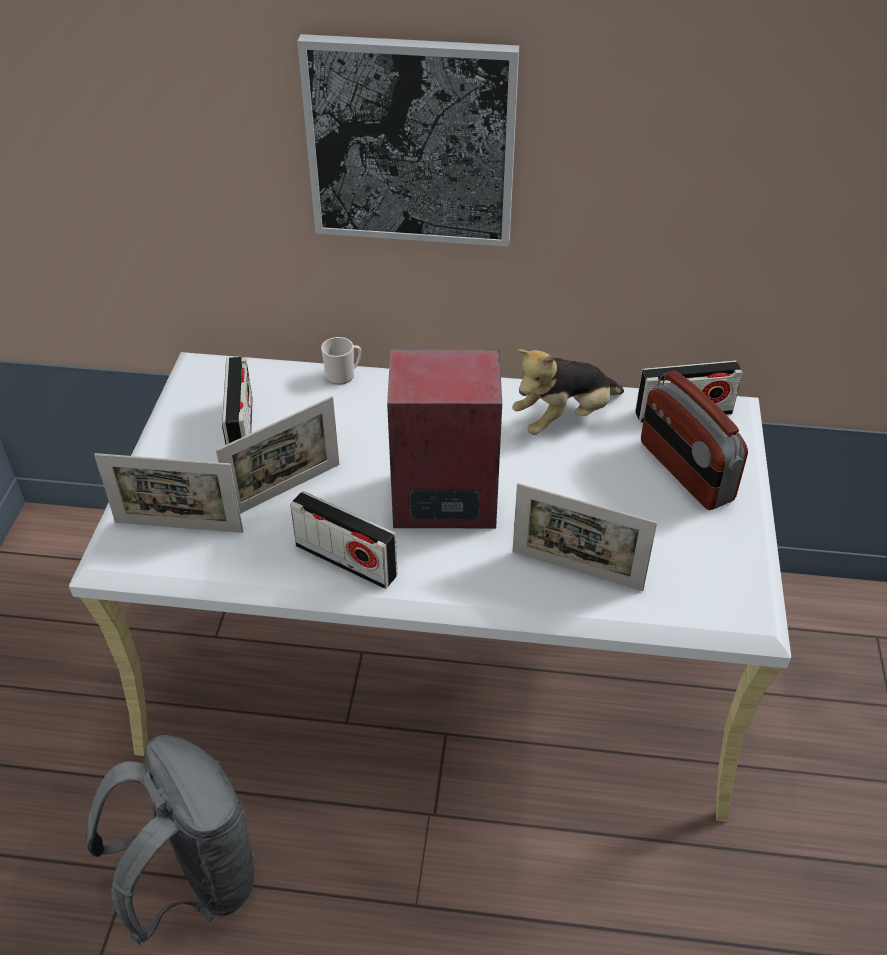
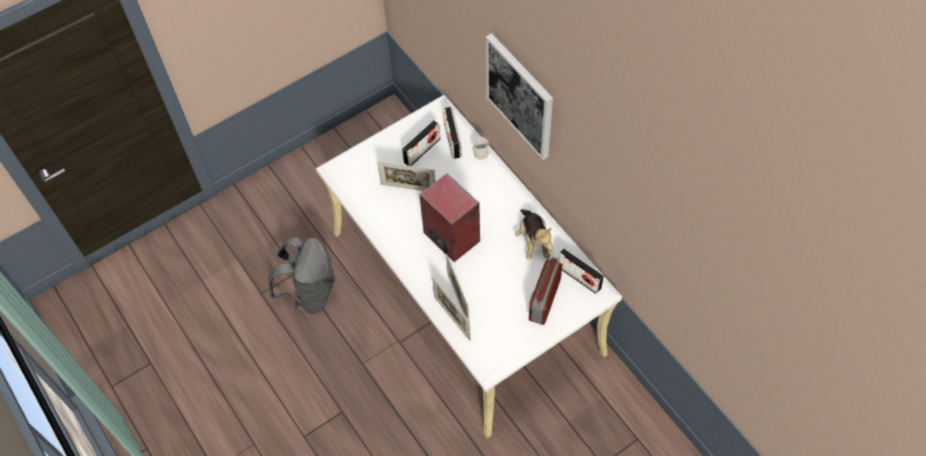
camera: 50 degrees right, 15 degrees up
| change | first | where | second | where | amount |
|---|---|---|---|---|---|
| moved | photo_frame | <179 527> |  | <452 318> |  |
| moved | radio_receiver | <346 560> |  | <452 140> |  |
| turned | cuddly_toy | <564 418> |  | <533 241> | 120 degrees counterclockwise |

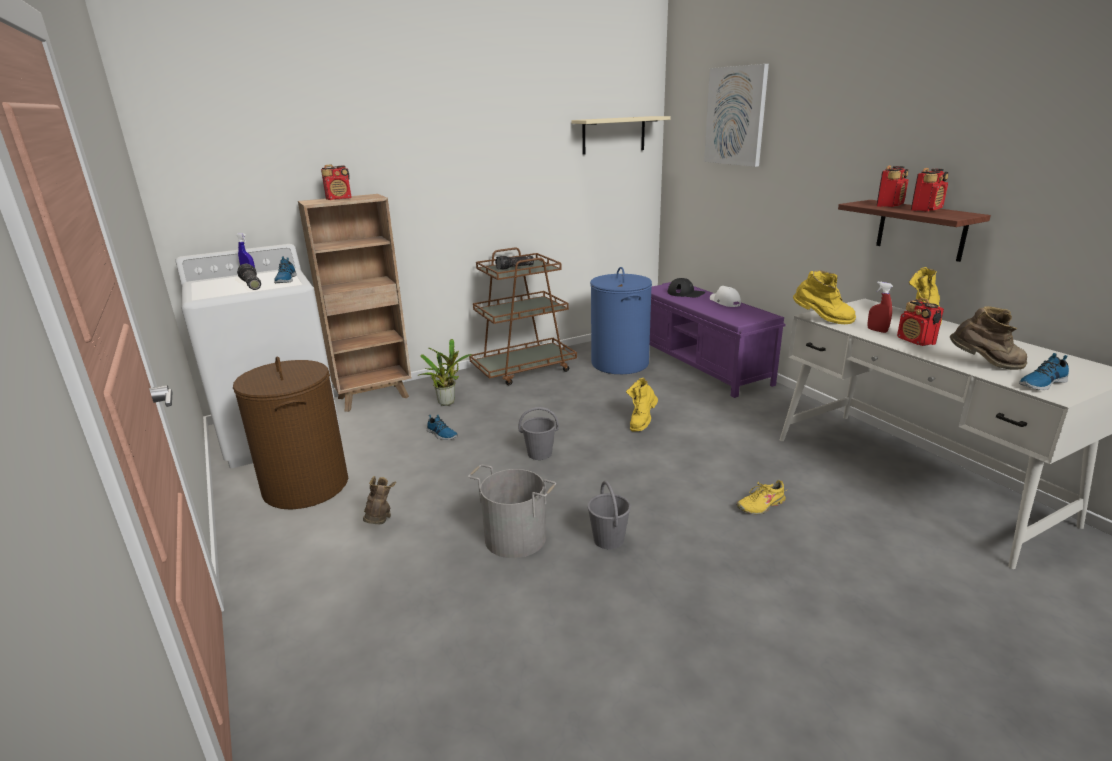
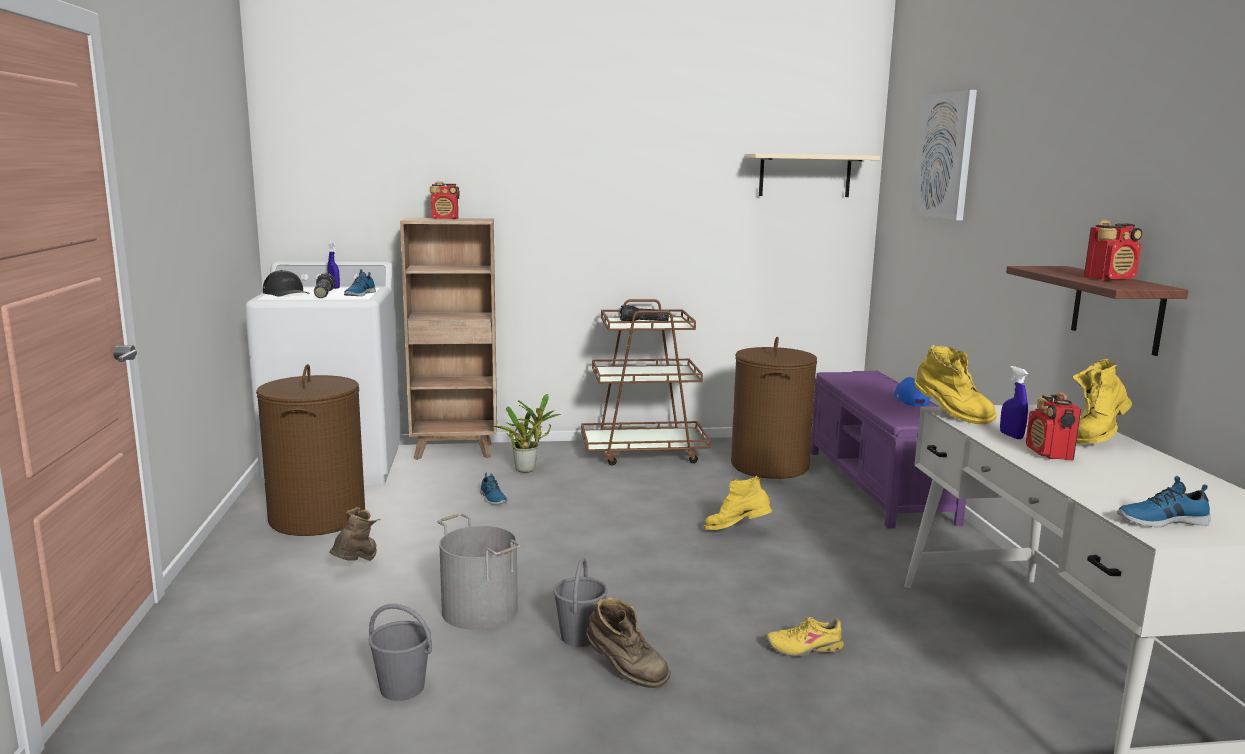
camera: 20 degrees right, 10 degrees down
| change | first | where | second | where | amount |
|---|---|---|---|---|---|
| moved | greyish_bucket | <540 454> |  | <403 688> |  |
| recoloured | blue_hamper | <619 363> | brown_hamper | <769 465> |  |
| turned | yellow_tall_boot | <642 422> |  | <736 531> | 45 degrees clockwise |
| moved | black_cap | <686 293> |  | <286 293> |  |
| recoloured | white-coloured_cap | <724 302> | blue_cap | <910 400> |  |
| recoloured | red-coloured_sprayer | <877 330> | blue_sprayer | <1011 436> |  |
| removed | radio_receiver | <890 205> |  |  |  |
| moved | brown_tall_boot | <985 365> |  | <625 673> |  |

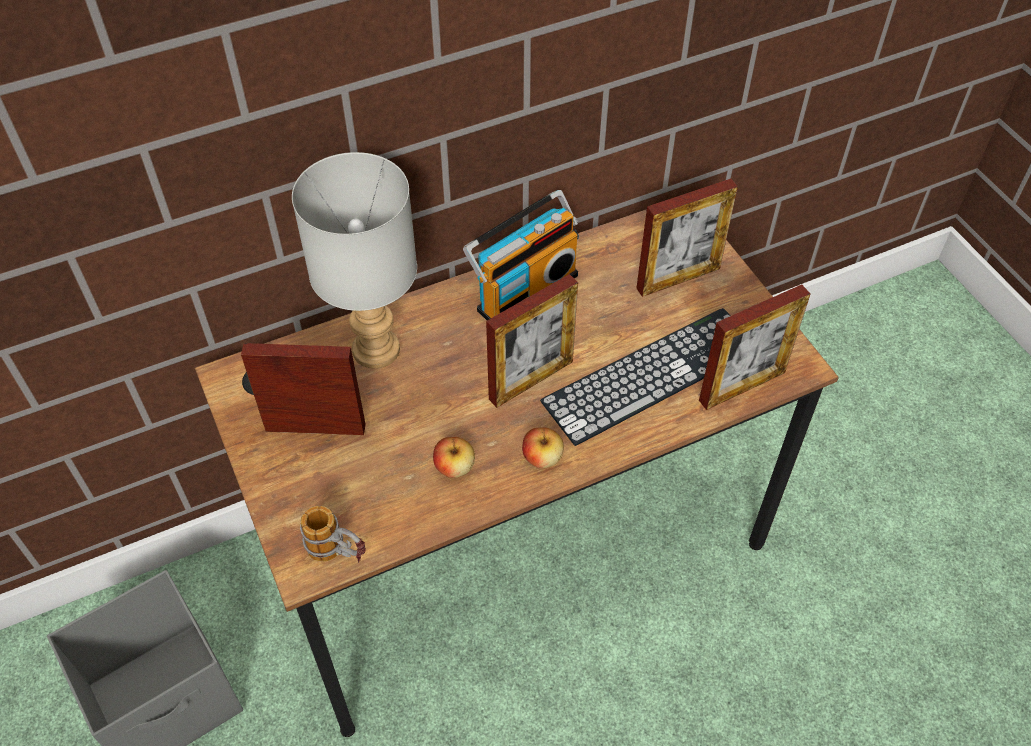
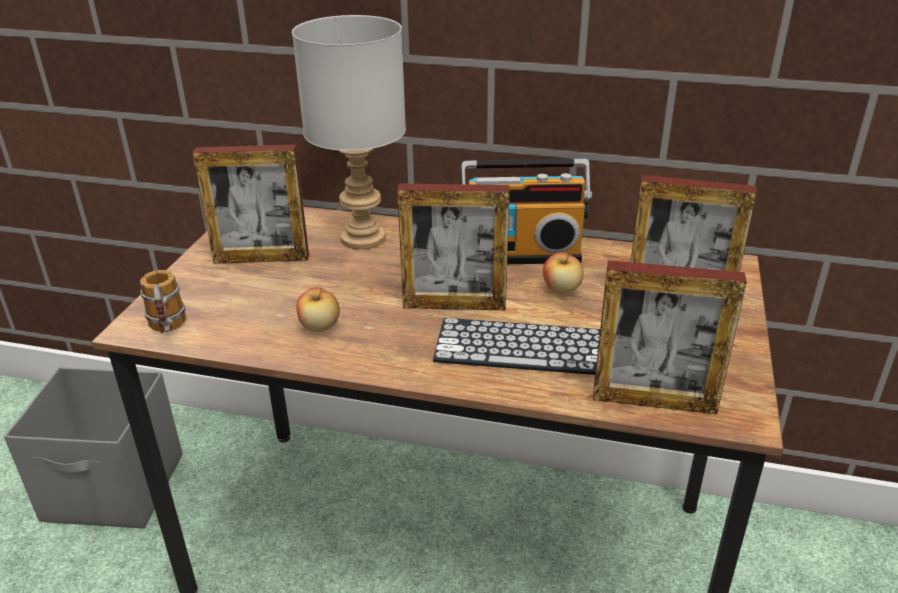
camera: 40 degrees right, 20 degrees down
| change | first | where | second | where | amount |
|---|---|---|---|---|---|
| turned | photo_frame | <315 427> |  | <261 258> | 135 degrees clockwise |
| moved | apple_fruit | <542 458> |  | <561 289> |  |

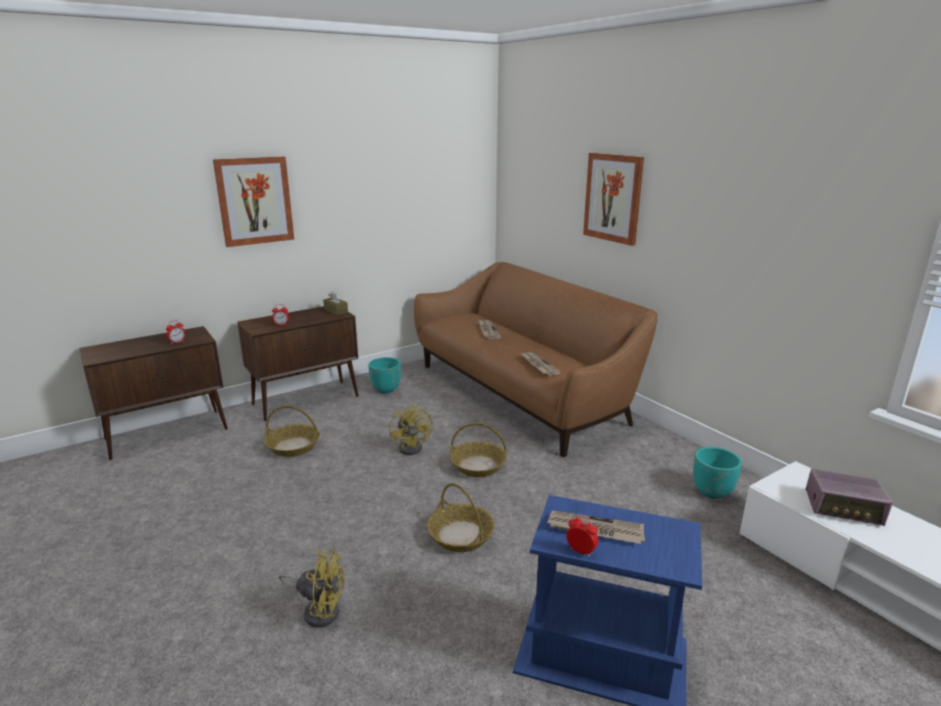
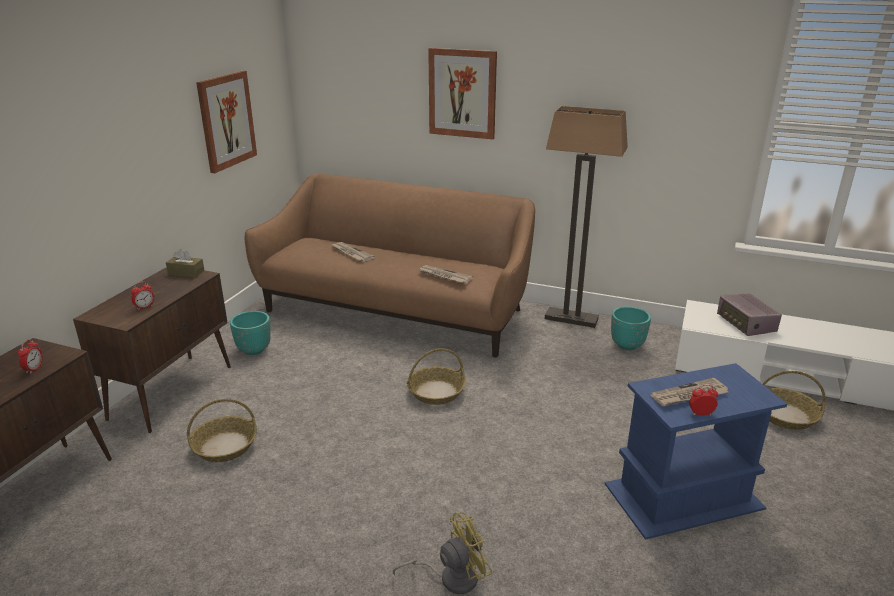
camera: 35 degrees left, 5 degrees up
| change | first | where | second | where | amount |
|---|---|---|---|---|---|
| moved | wall_picture | <254 201> |  | <226 121> |  |
| removed | yellow_electric_fan | <413 447> |  |  |  |
| moved | basket | <460 535> |  | <785 415> |  |
| turned | radio_receiver | <843 509> |  | <746 324> | 90 degrees clockwise |
| added |  |  | standard_lamp | <571 319> |  |

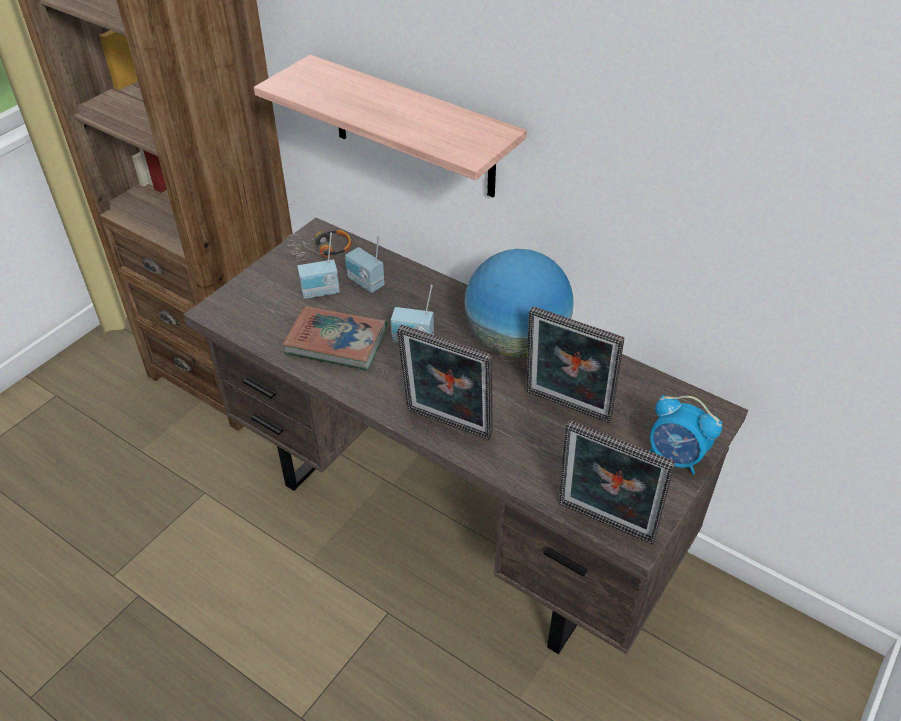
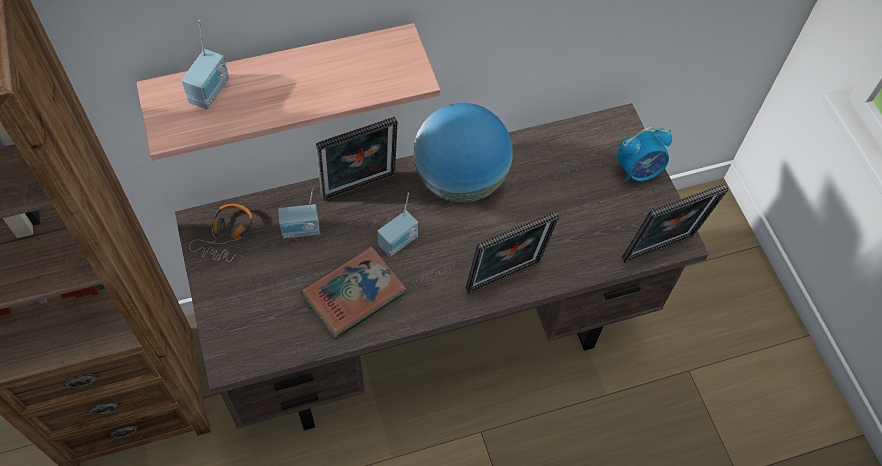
camera: 55 degrees left, 15 degrees up
| change | first | where | second | where | amount |
|---|---|---|---|---|---|
| moved | radio_receiver | <320 292> |  | <211 92> |  |
| moved | photo_frame | <566 408> |  | <360 189> |  |

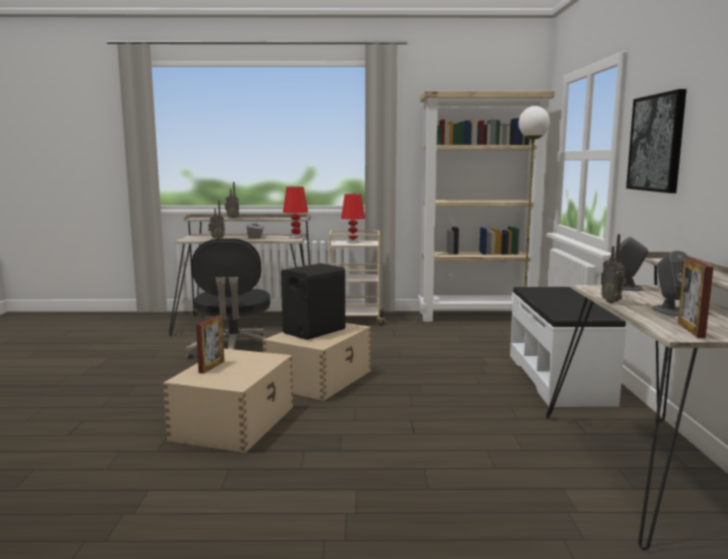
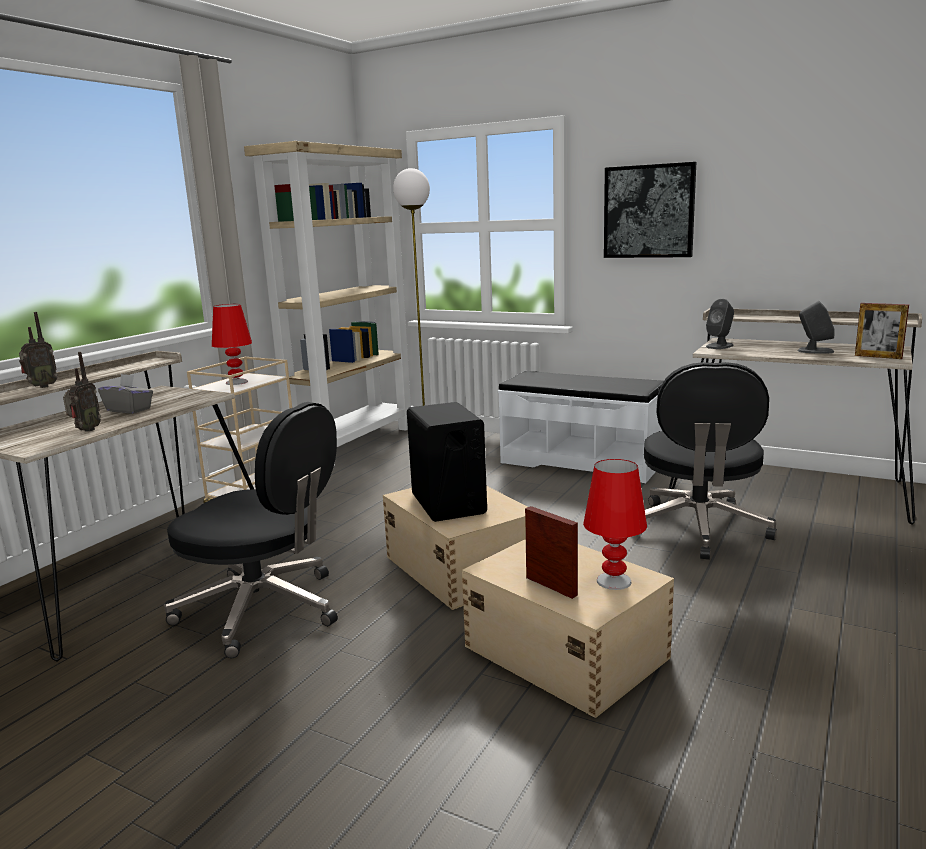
camera: 60 degrees left, 5 degrees up
| change | first | where | second | where | amount |
|---|---|---|---|---|---|
| moved | red-coloured_lamp_for_a_table | <295 237> |  | <613 581> |  |
| removed | radio_receiver | <612 302> |  |  |  |
| added |  |  | black_office_chair | <698 529> |  |

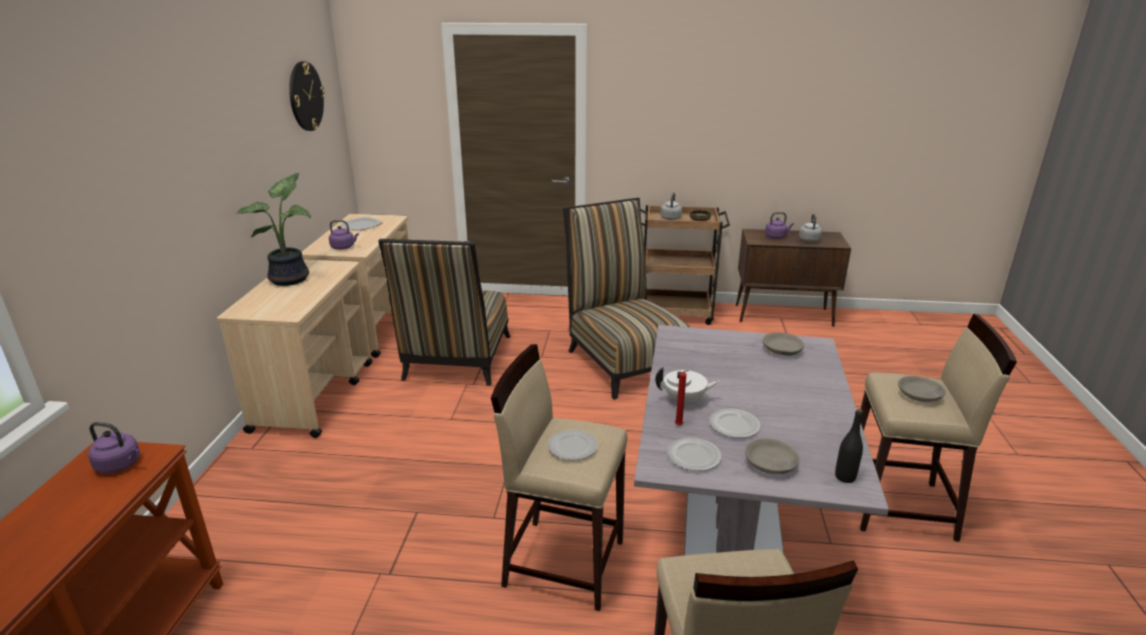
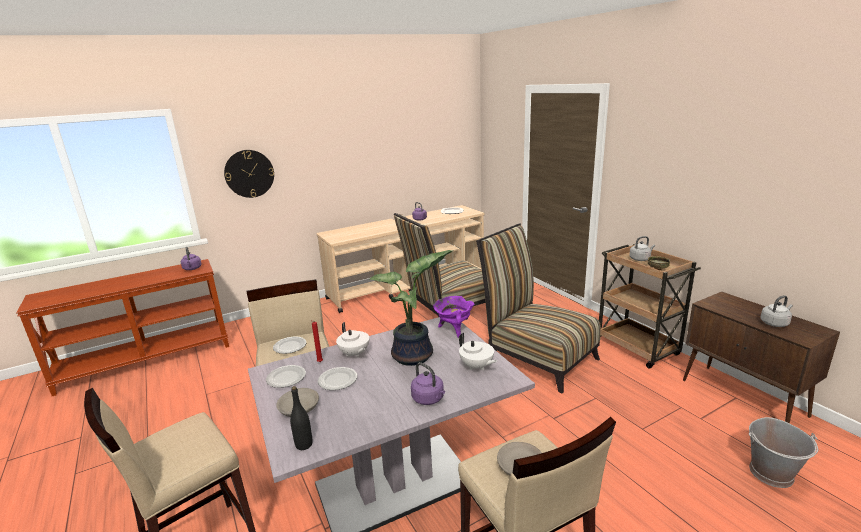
camera: 55 degrees right, 5 degrees down
| change | first | where | second | where | amount |
|---|---|---|---|---|---|
| moved | houseplant | <292 279> |  | <415 356> |  |
| moved | hanging_clock | <305 96> |  | <249 173> |  |
| turned | plain_chair | <624 360> |  | <536 357> | 75 degrees counterclockwise |
| replaced | greyish_bowl | <782 350> | white-coloured_tea_pot | <476 366> |  |
| moved | purplish_tea_kettle | <776 237> |  | <429 399> |  |
| added |  |  | purplish_stockpot | <454 329> |  |
| added |  |  | greyish_bucket | <772 473> |  |

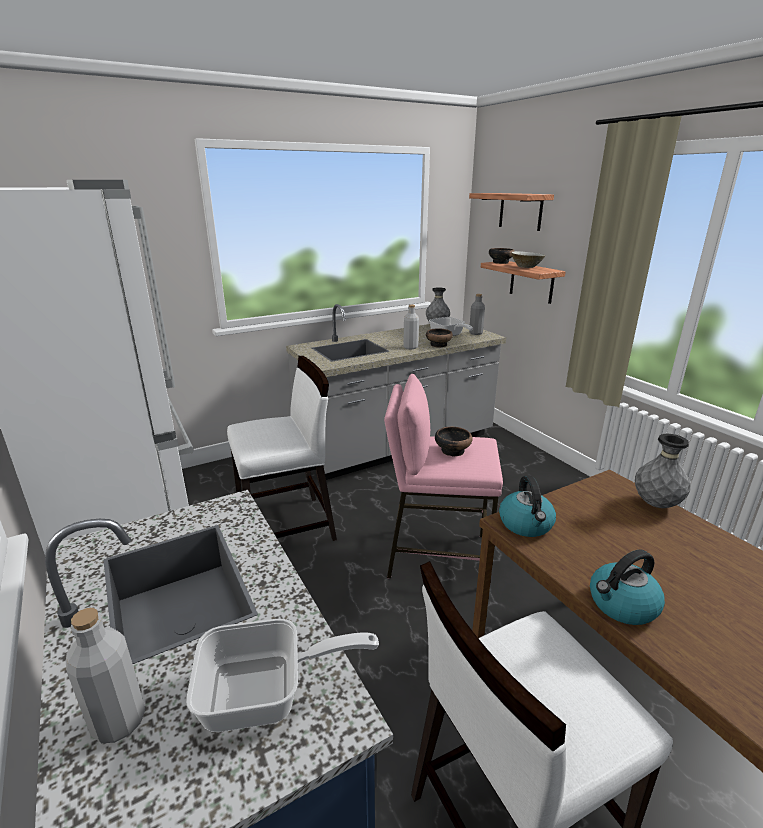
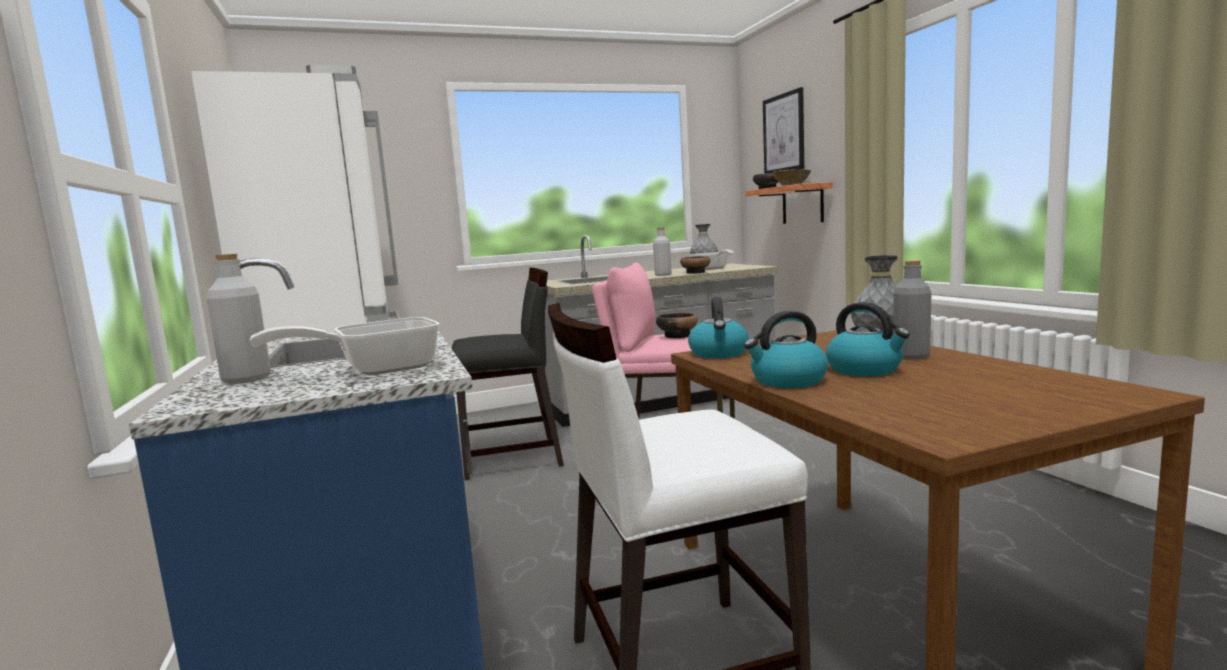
camera: 10 degrees right, 15 degrees down
| change | first | where | second | where | amount |
|---|---|---|---|---|---|
| turned | frying_pan | <267 694> |  | <376 370> | 150 degrees clockwise |
| recoloured | white-coloured_plain_chair | <287 527> | black_plain_chair | <513 457> |  |
| replaced | bracket_shelf | <520 211> | wall_picture | <784 133> |  |
| moved | greyish_bottle | <475 333> |  | <911 356> |  |
| added |  |  | tea_kettle | <865 370> |  |

